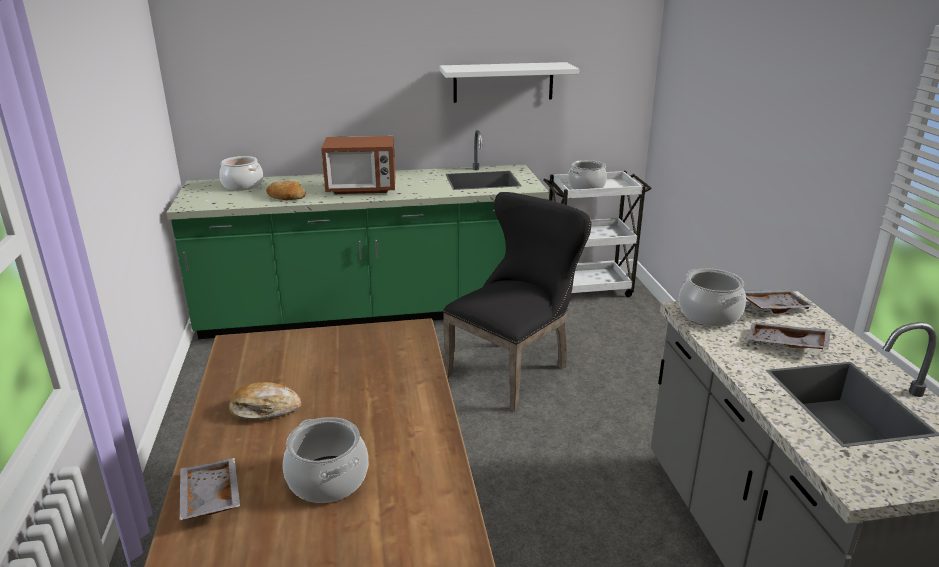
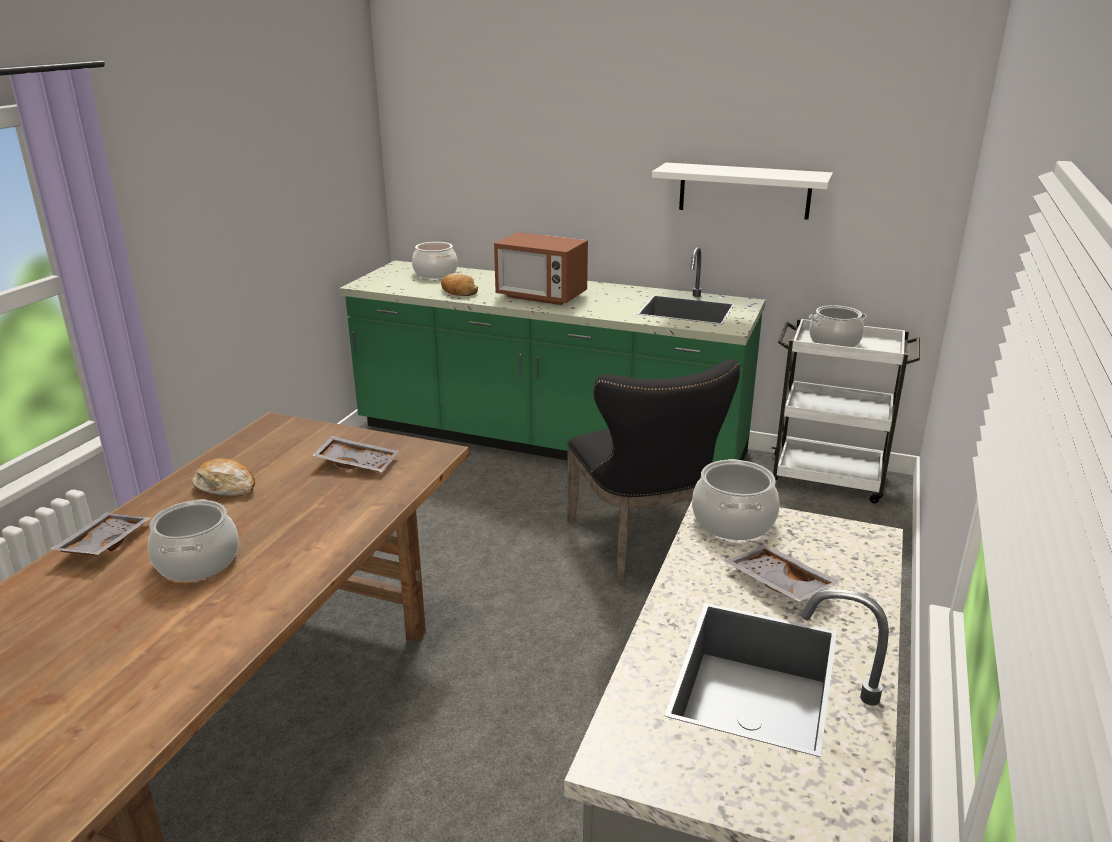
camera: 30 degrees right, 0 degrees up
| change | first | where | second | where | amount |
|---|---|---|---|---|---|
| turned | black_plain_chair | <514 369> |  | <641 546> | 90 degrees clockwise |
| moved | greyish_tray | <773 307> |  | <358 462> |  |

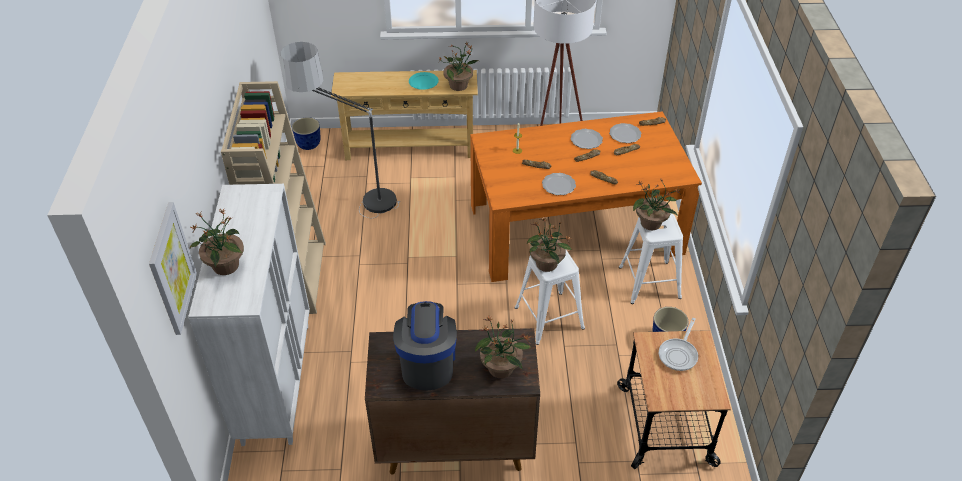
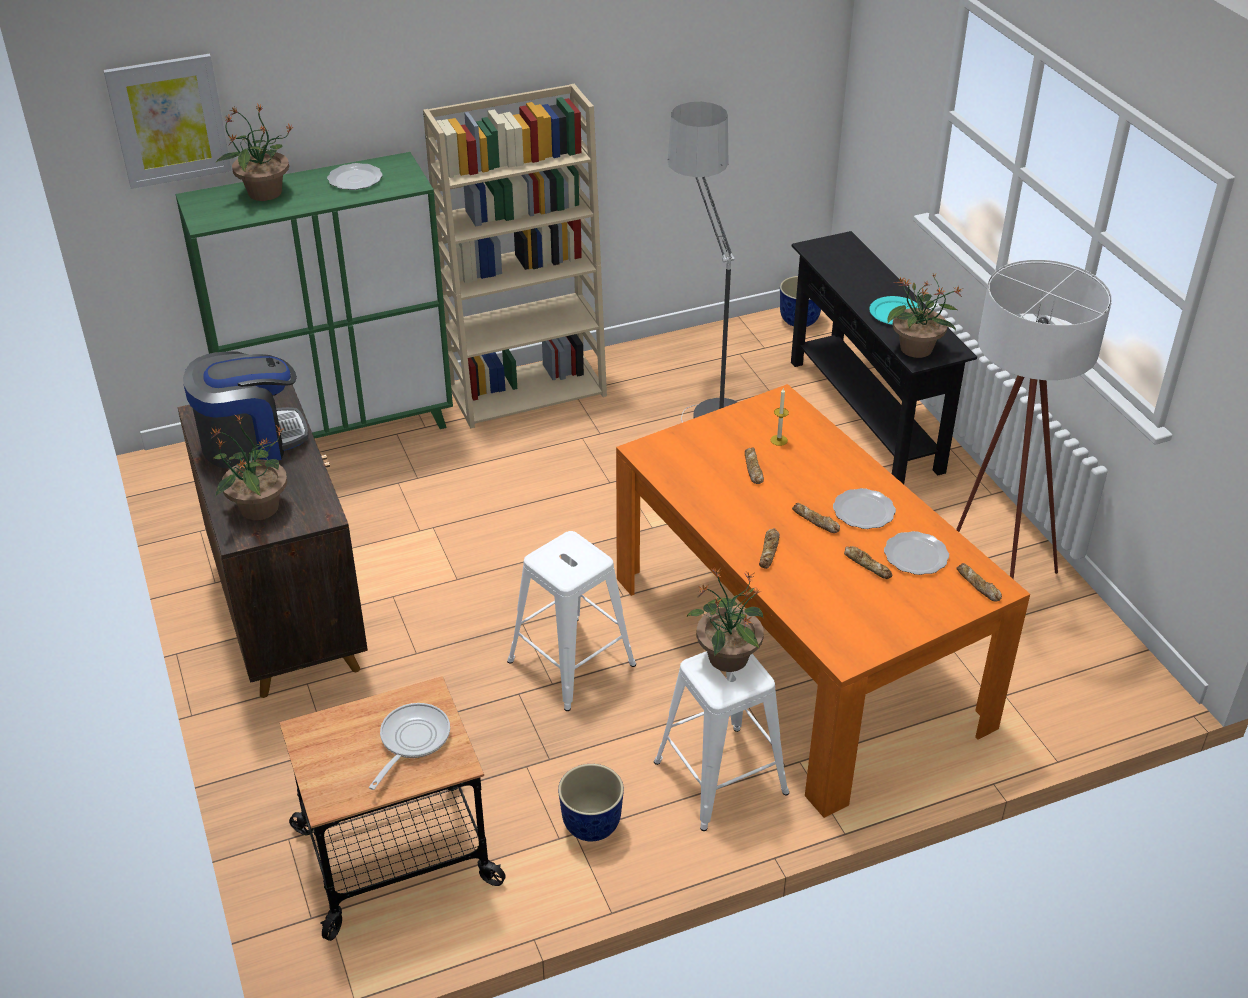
camera: 70 degrees right, 5 degrees down
| change | first | where | second | where | amount |
|---|---|---|---|---|---|
| recoloured | white-coloured_cupboard | <276 381> | green_cupboard | <341 431> |  |
| recoloured | beige-coloured_narrow_table | <409 148> | black_narrow_table | <865 415> |  |
| removed | houseplant | <546 264> |  |  |  |
| moved | plate | <558 185> |  | <355 179> |  |
| turned | frying_pan | <679 354> |  | <411 741> | 105 degrees clockwise |

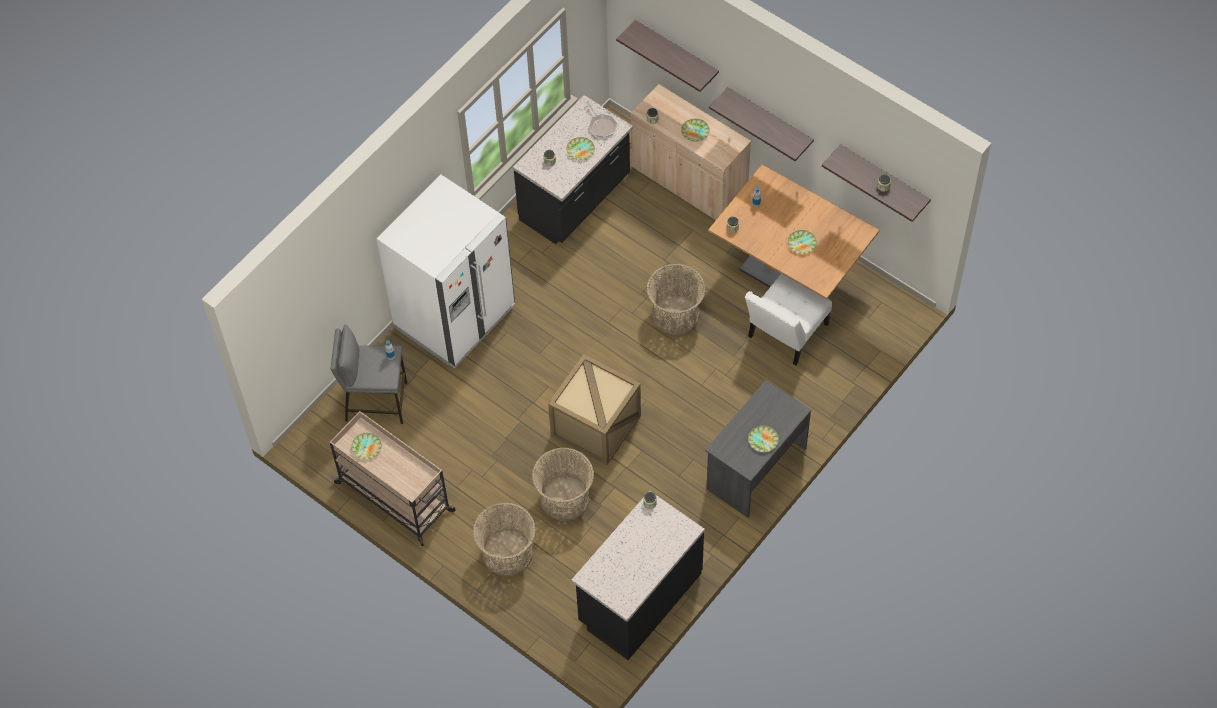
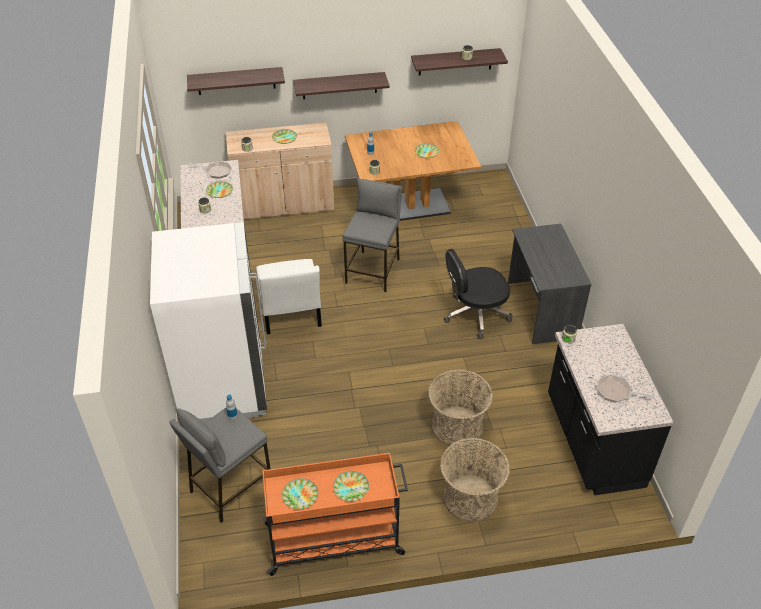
camera: 50 degrees left, 15 degrees down
| change | first | where | second | where | amount |
|---|---|---|---|---|---|
| recoloured | beige-coloured_trolley | <396 497> | orange_trolley | <335 539> |  |
| removed | packing_crate | <597 425> |  |  |  |
| replaced | basket | <675 314> | greyish_stool_seat | <373 271> |  |
| moved | white-coloured_plain_chair | <785 334> |  | <291 314> |  |
| moved | plate | <763 440> |  | <351 488> |  |
| added |  |  | black_office_chair | <475 315> |  |
| added |  |  | frying_pan | <616 392> |  |

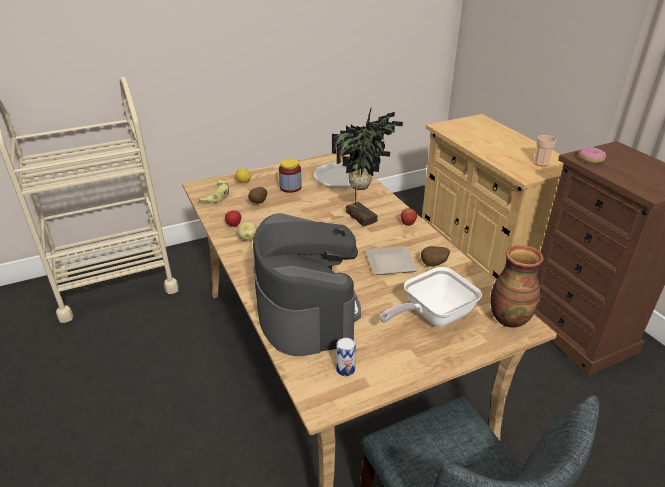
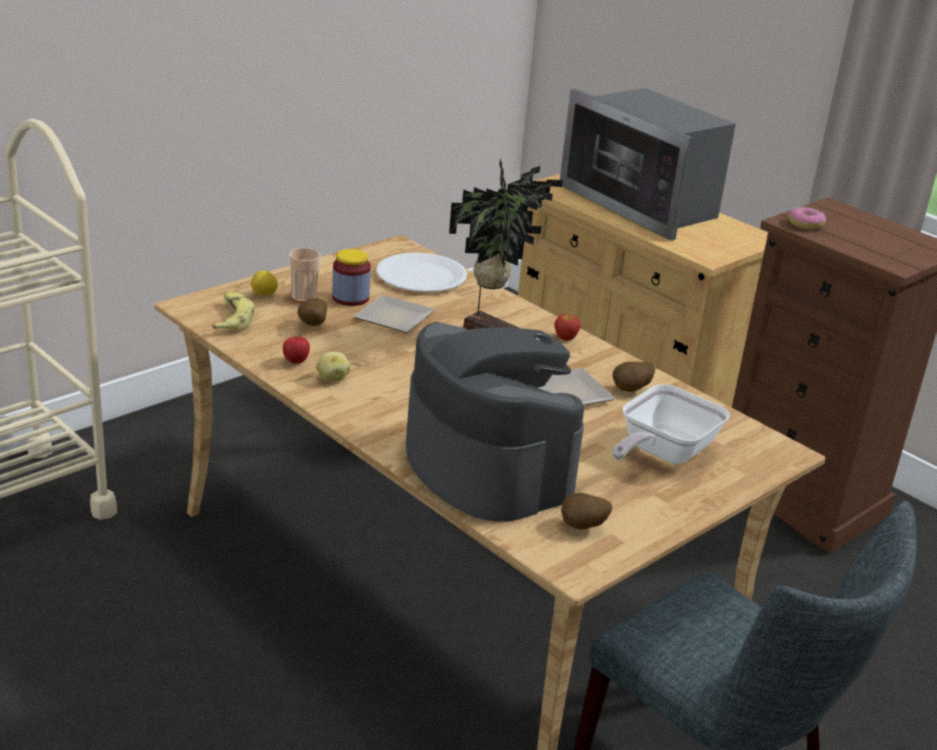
camera: 20 degrees left, 5 degrees down
| change | first | where | second | where | amount |
|---|---|---|---|---|---|
| replaced | can | <345 369> | whole_potato | <582 528> |  |
| removed | vase | <509 318> |  |  |  |
| moved | cup | <541 163> |  | <304 297> |  |
| added |  |  | plate | <395 319> |  |
| added |  |  | kitchen_microwave | <643 204> |  |

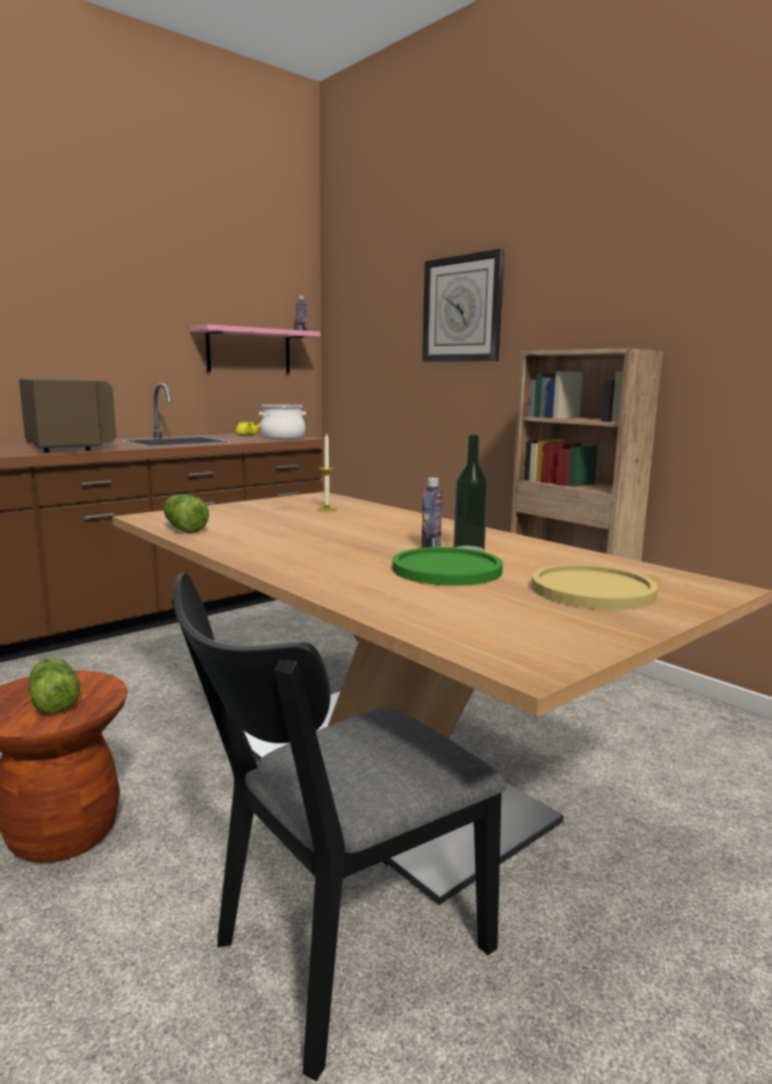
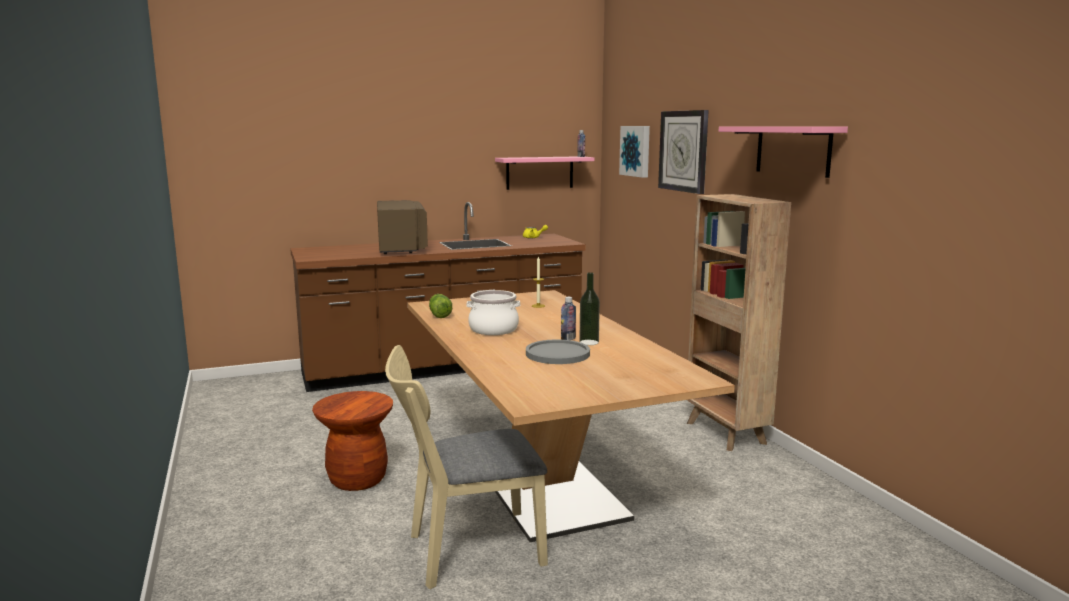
camera: 20 degrees right, 0 degrees up
| change | first | where | second | where | amount |
|---|---|---|---|---|---|
| removed | head_of_lettuce | <54 701> |  |  |  |
| recoloured | black_plain_chair | <337 956> | beige-coloured_plain_chair | <465 552> |  |
| moved | stockpot | <283 437> |  | <493 329> |  |
| recoloured | green_plate | <447 569> | greyish_plate | <557 354> |  |
| removed | yellow_plate | <592 590> |  |  |  |
| added |  |  | wall_picture | <636 151> |  |
| added |  |  | pink-coloured_bracket_shelf | <793 150> |  |

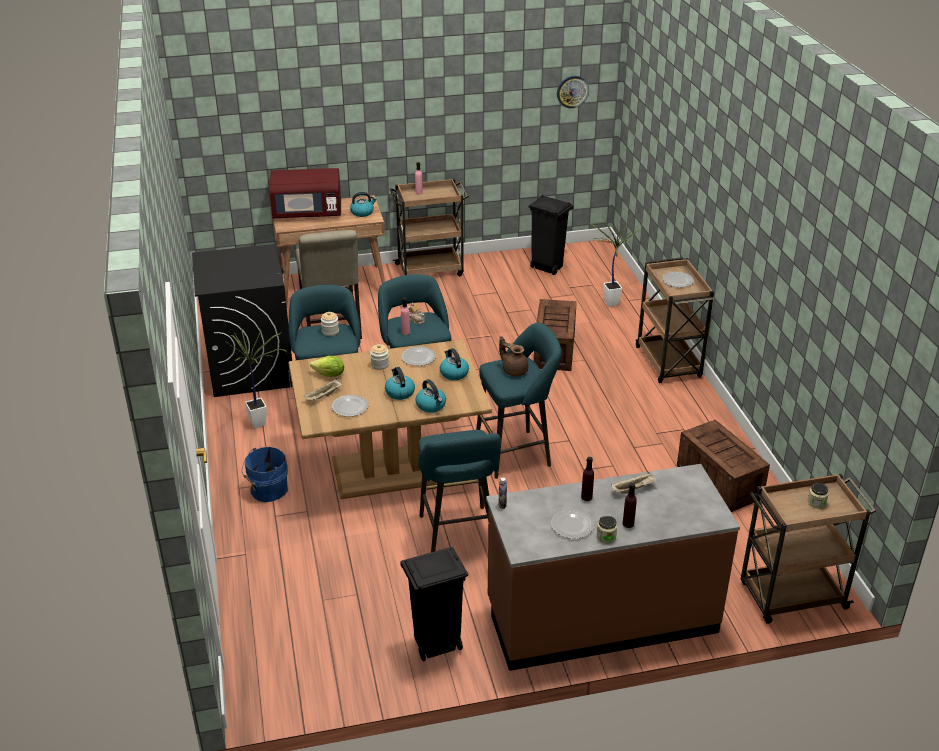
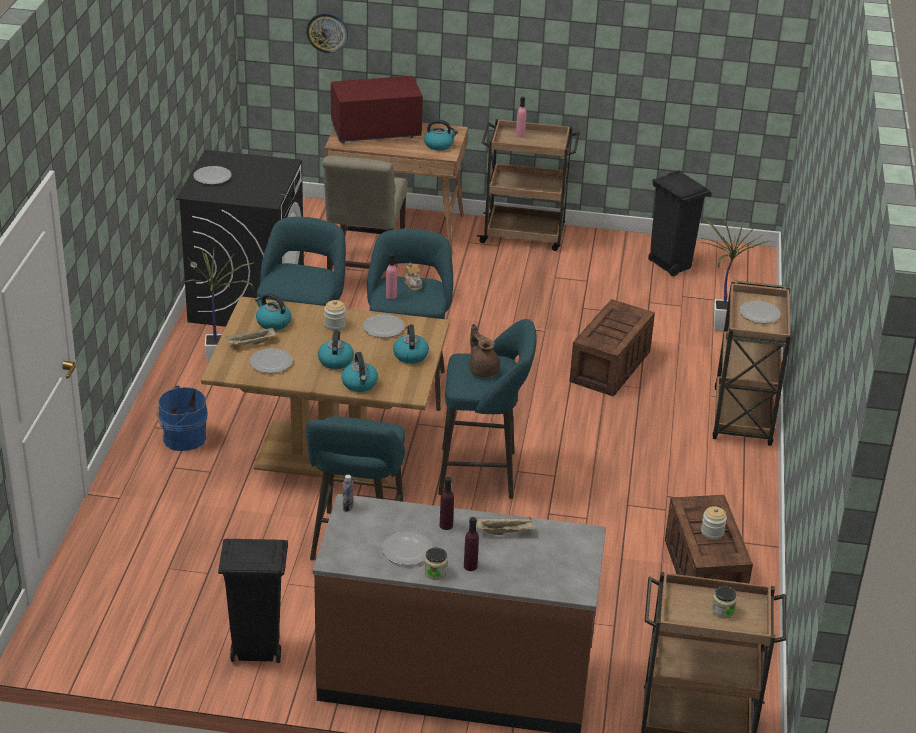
camera: 20 degrees right, 0 degrees up
| change | first | where | second | where | amount |
|---|---|---|---|---|---|
| turned | red-coloured_kitchen_microwave | <307 212> |  | <376 131> | 150 degrees clockwise |
| replaced | head_of_lettuce | <329 375> | tea_kettle | <273 322> |  |
| moved | preserve_jar | <330 332> |  | <712 532> |  |
| moved | hanging_clock | <572 91> |  | <327 32> |  |
| added |  |  | plate | <213 177> |  |

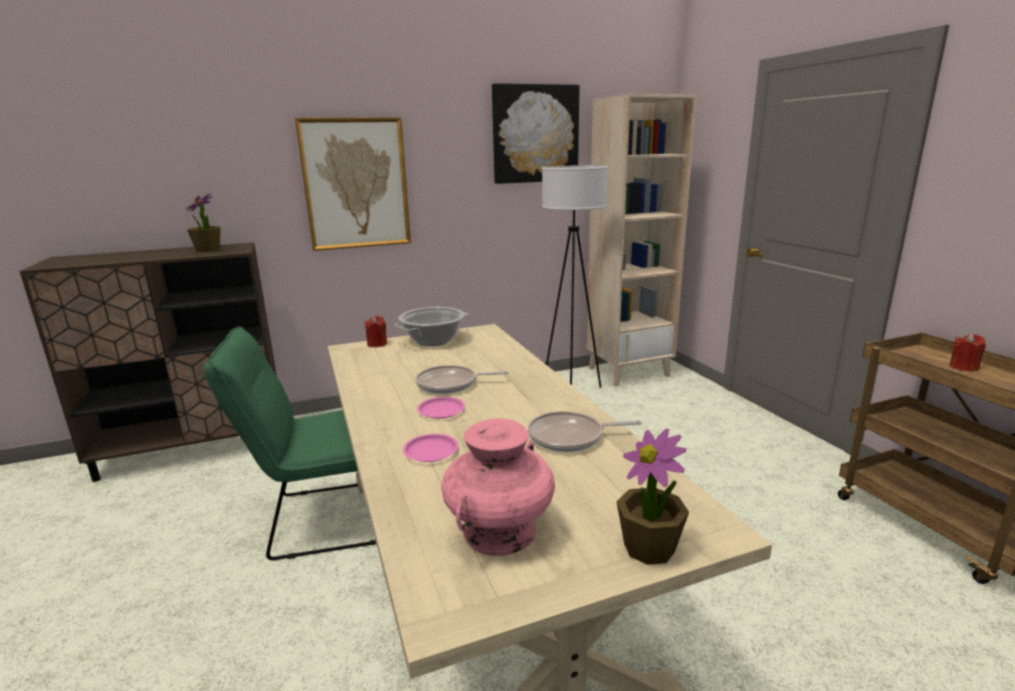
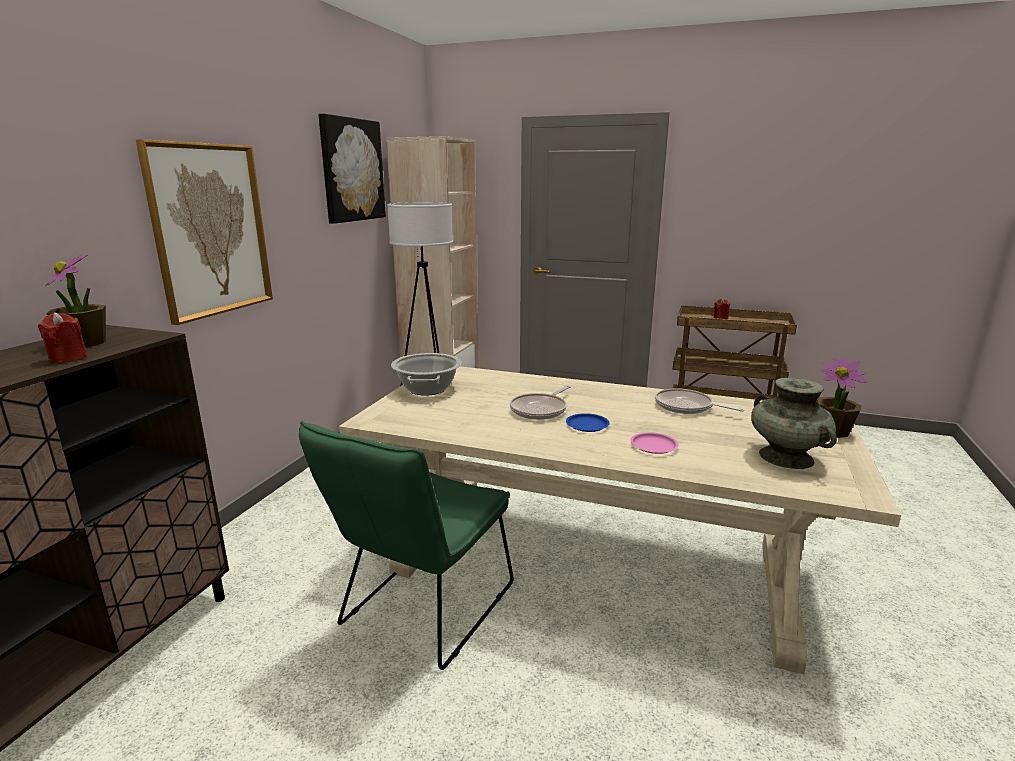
camera: 50 degrees left, 0 degrees up
| change | first | where | second | where | amount |
|---|---|---|---|---|---|
| moved | red-coloured_wax_light | <377 344> |  | <68 358> |  |
| recoloured | pink-coloured_plate | <441 410> | blue_plate | <587 425> |  |
| recoloured | pink-coloured_vase | <500 531> | turquoise_vase | <785 457> |  |
| turned | frying_pan | <570 437> |  | <686 407> | 90 degrees clockwise |

